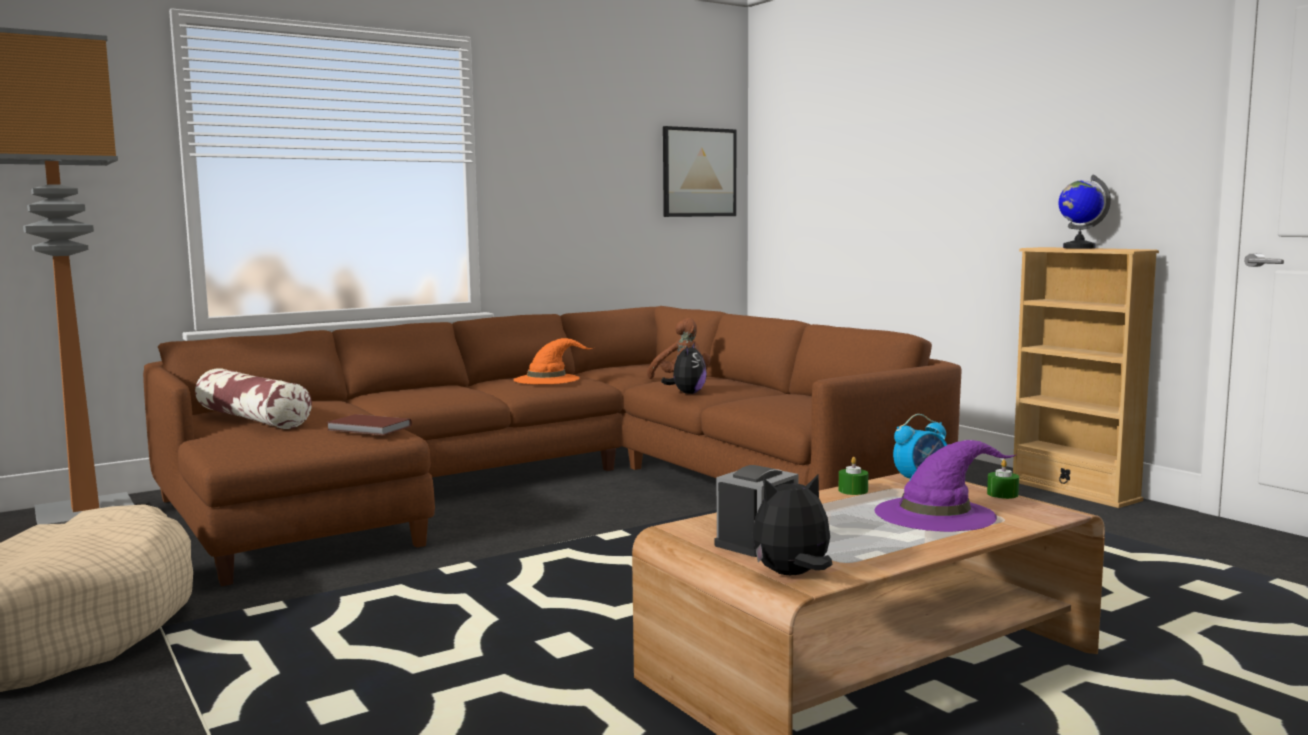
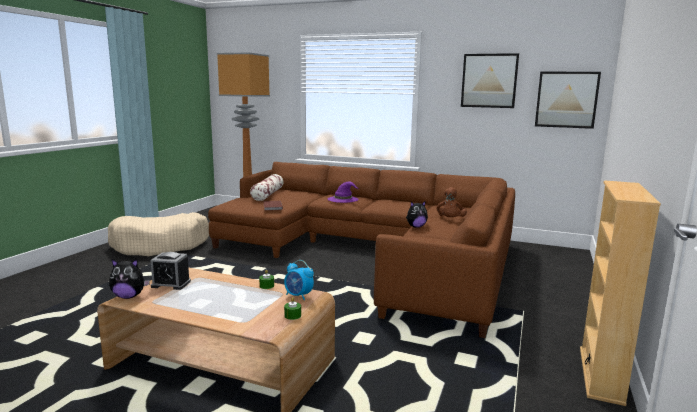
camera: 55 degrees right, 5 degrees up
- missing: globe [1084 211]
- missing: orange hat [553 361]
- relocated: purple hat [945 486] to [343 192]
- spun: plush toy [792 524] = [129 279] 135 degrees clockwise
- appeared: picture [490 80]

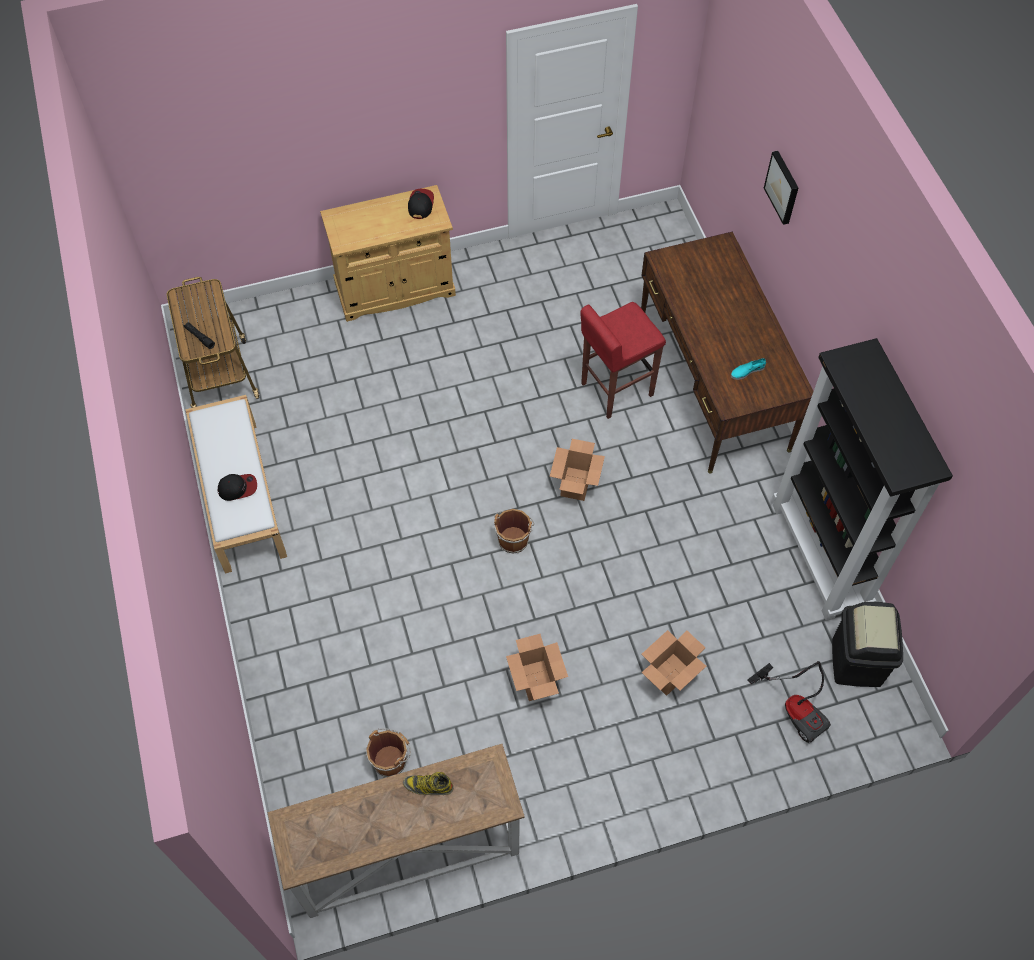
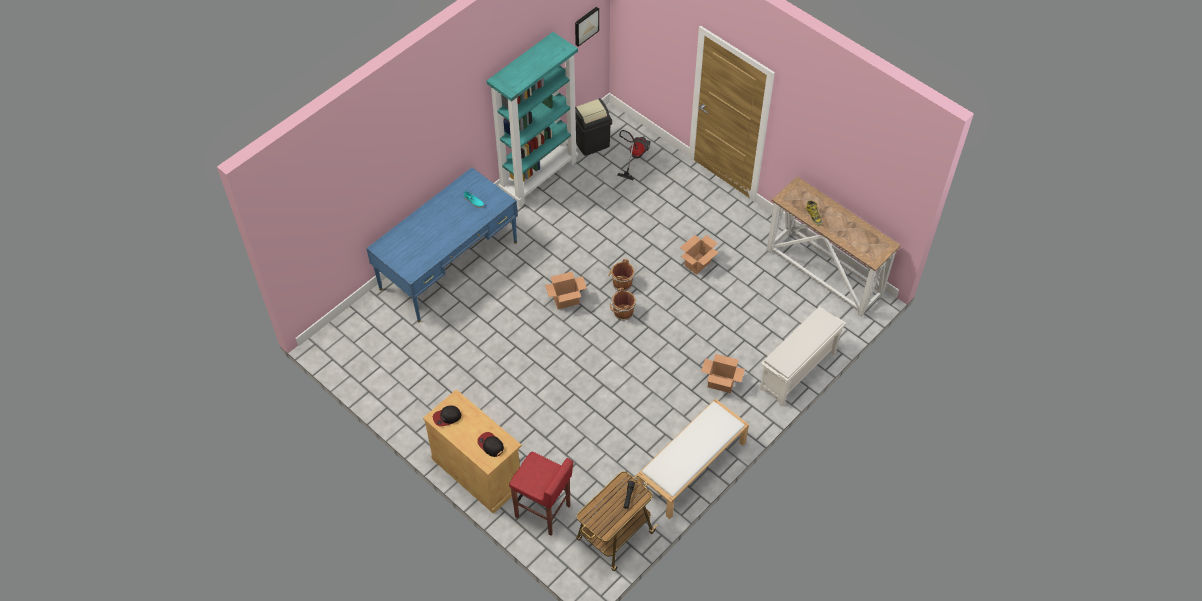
camera: 120 degrees left, 5 degrees down
- relocated: picture [781 188] to [587 27]
- colour: brown desk [727 353] to blue desk [442 245]
- relocated: red stool [623 360] to [541 494]
- colour: black bookcase [863 479] to turquoise bookcase [532 119]
- relocated: cap [237 487] to [490 444]
- relocated: cardboard box [674 663] to [723 373]
- relocated: brown bucket [388 753] to [621 275]
- appeared: white shoe rack [802 356]

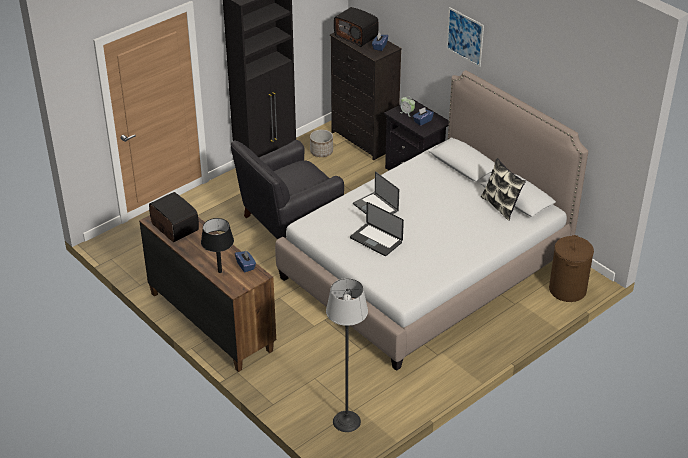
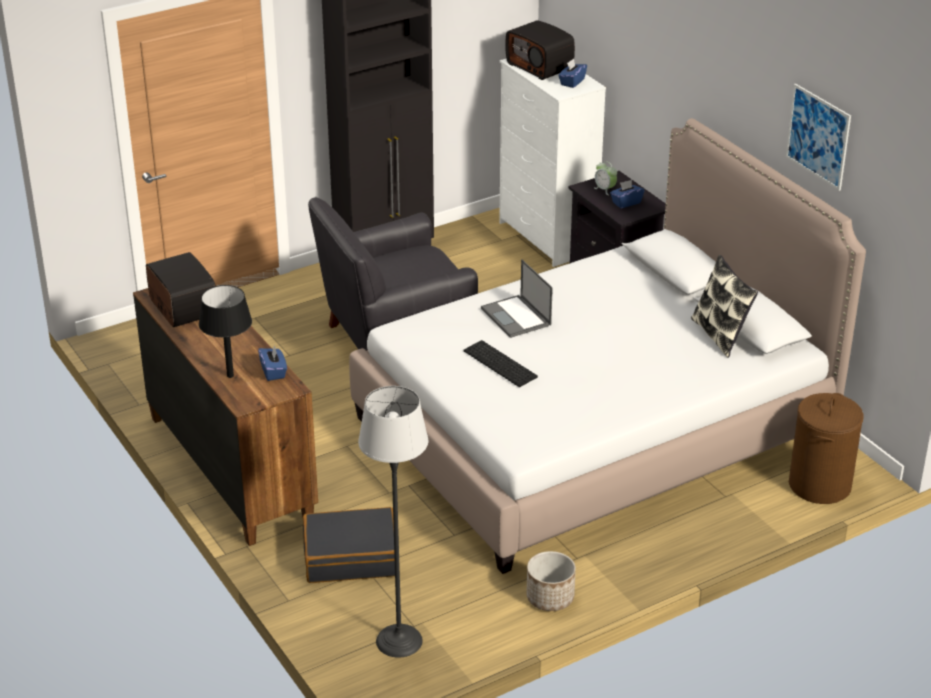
camera: 10 degrees right, 5 degrees down
- relocated: picture [465 37] to [818 137]
- colour: black dresser [366 97] to white dresser [552 163]
- relocated: planter [321 143] to [551 581]
- exchanged: laptop [377 229] to keyboard [501 363]
- appeared: black suitcase [349 545]

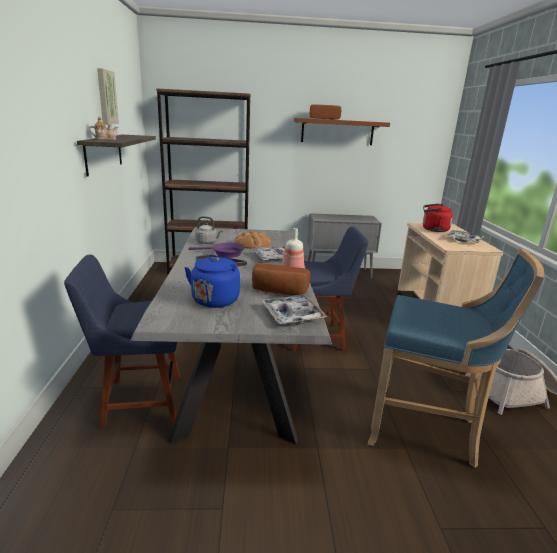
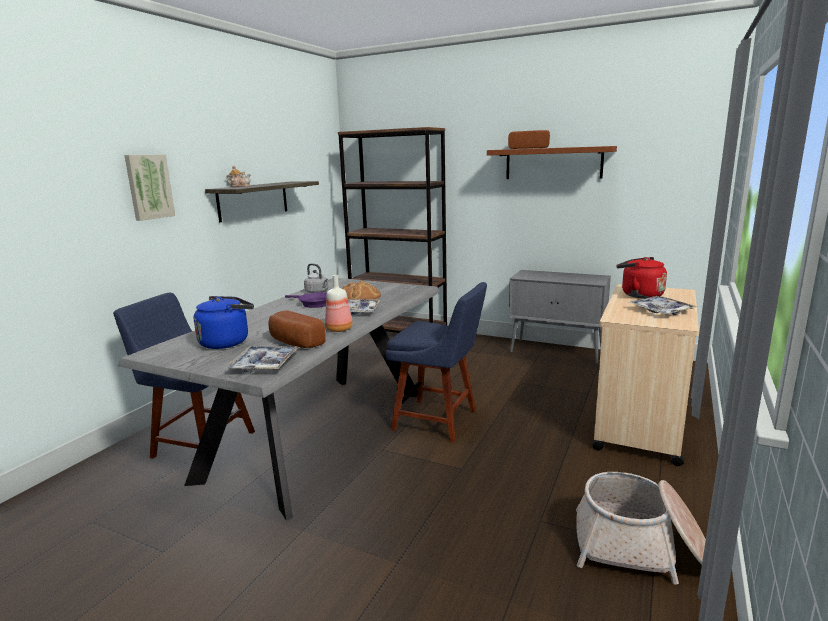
camera: 30 degrees right, 5 degrees down
- relocated: picture [108 96] to [149 187]
- missing: blue stool [456 358]

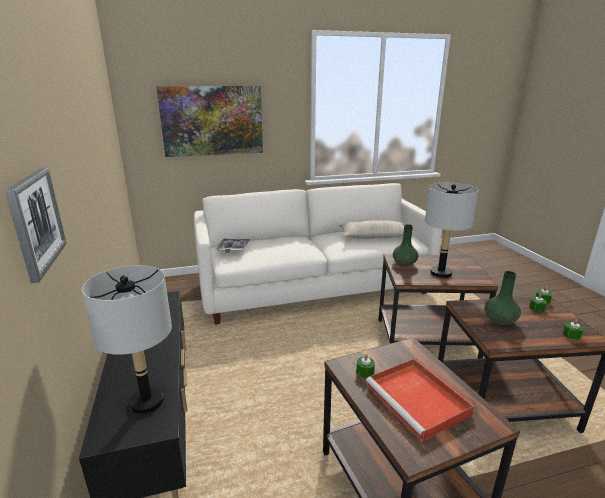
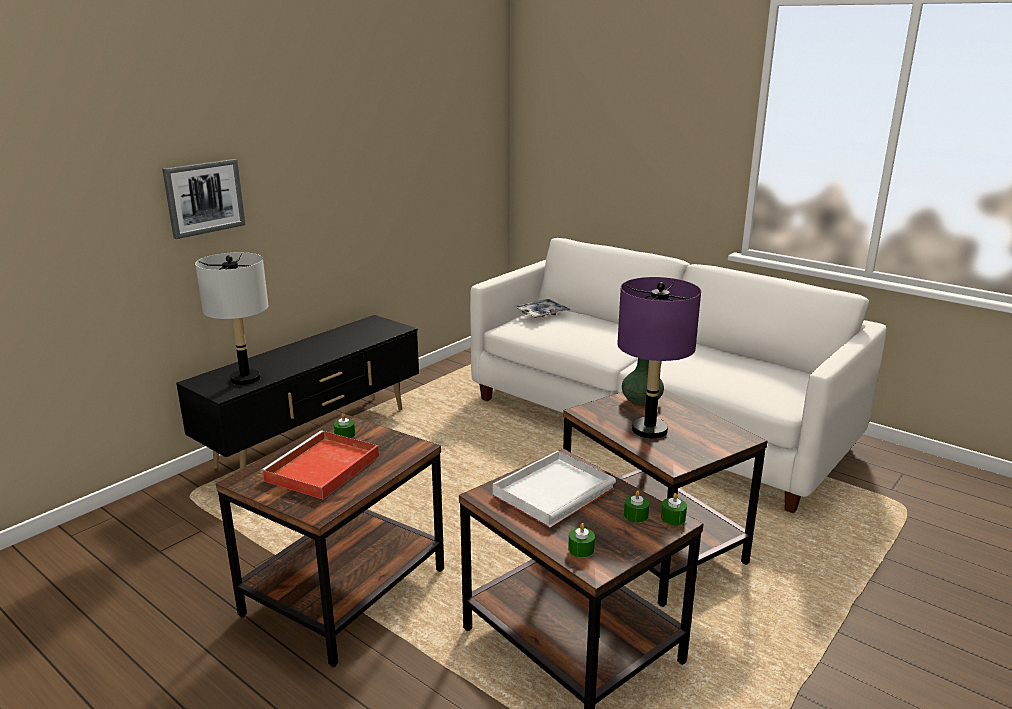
camera: 55 degrees right, 0 degrees up
- missing: picture [209 121]
- colour: grey table lamp [452 230] to purple table lamp [659 358]
- missing: beige pillow [371 229]
- exchanged: green vase [503 298] to white tray [554 489]

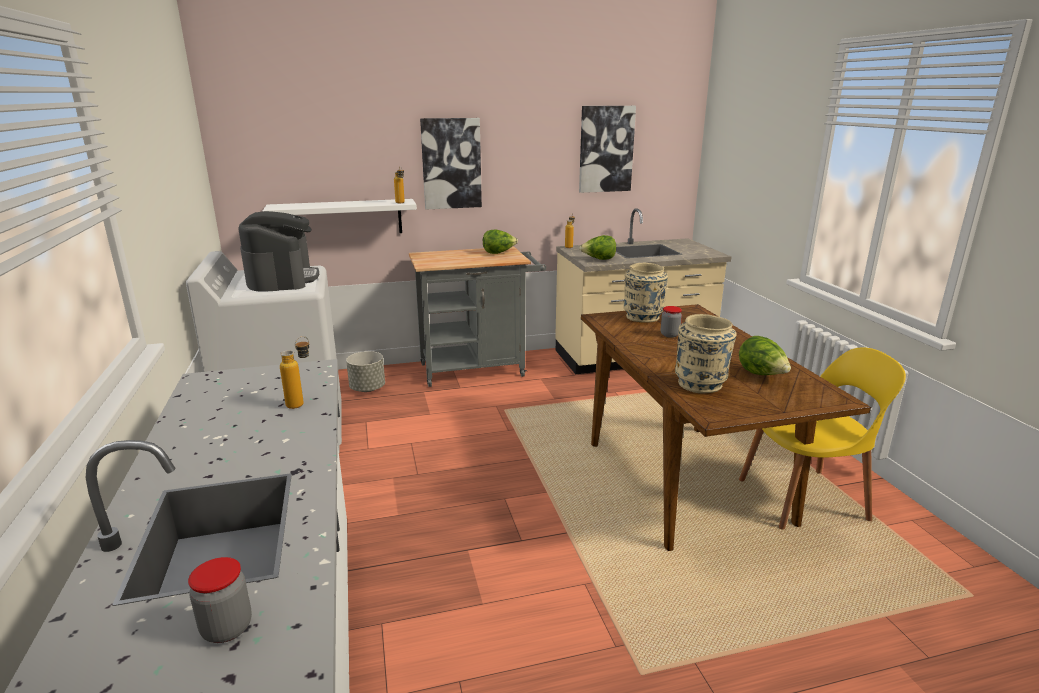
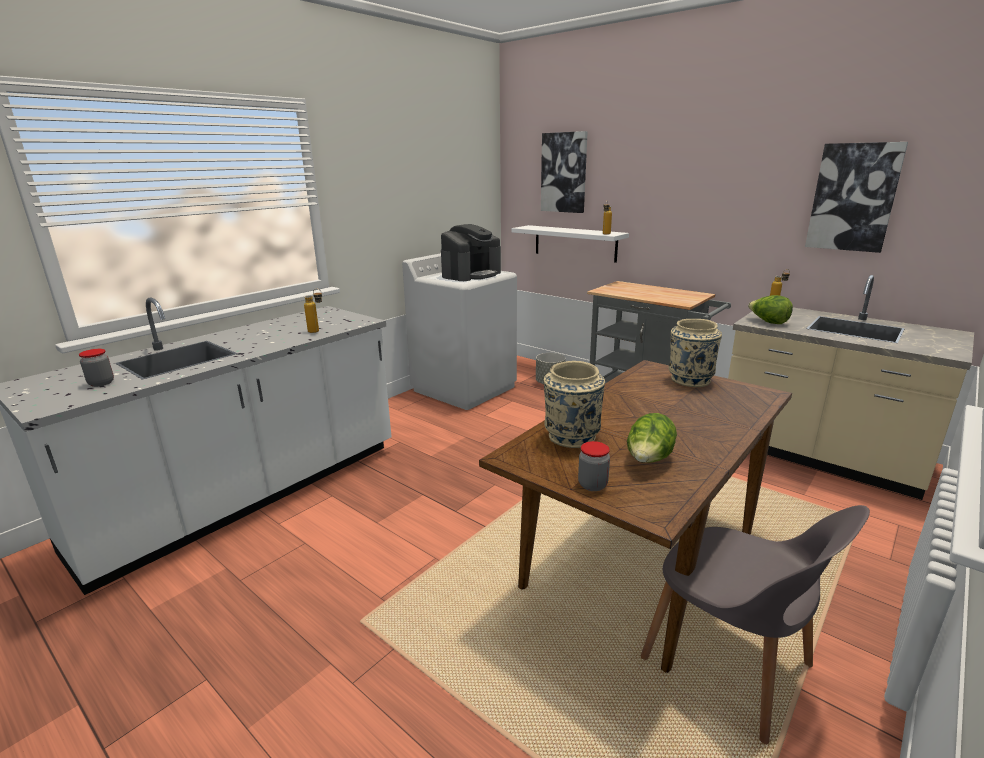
camera: 55 degrees right, 0 degrees up
- relocated: picture [451 163] to [564 172]
- missing: lettuce [500 241]
- relocated: jar [671 322] to [594 466]
- colour: yellow chair [822 438] to grey chair [755 624]

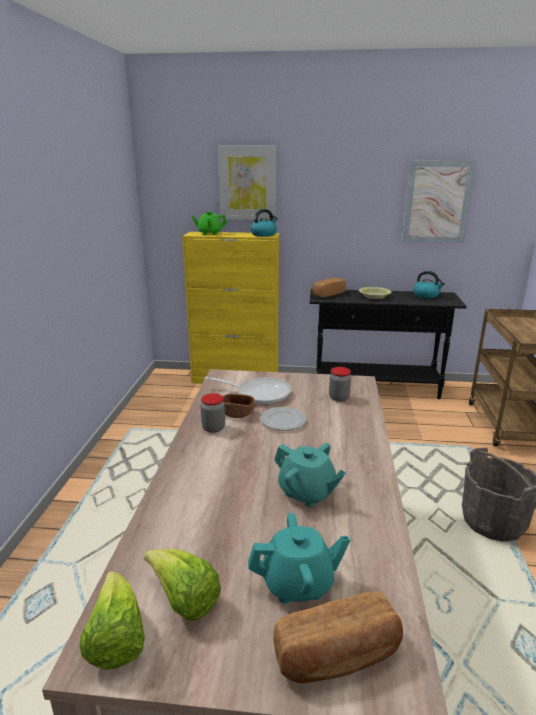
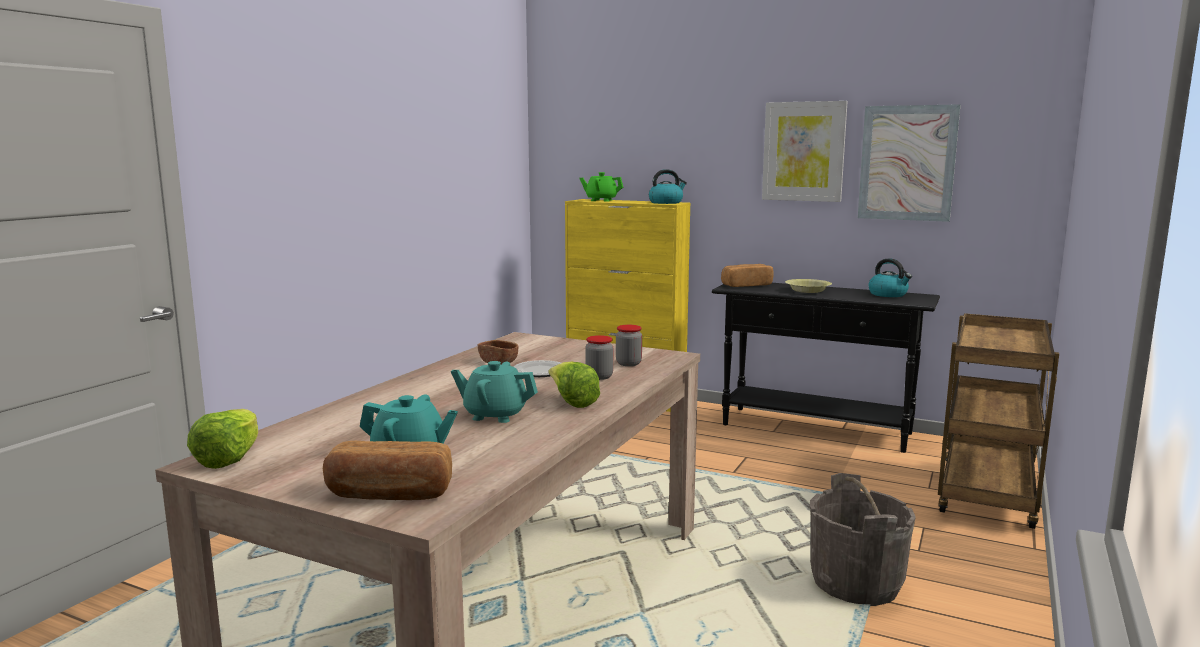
camera: 20 degrees right, 10 degrees down
- relocated: picture [247 183] to [805 151]
- missing: frying pan [247 390]
- relocated: jar [213 413] to [599 357]
- spun: turquoise teapot [310 475] = [494 392] 135 degrees clockwise
- relocated: lettuce [182 585] to [574 385]

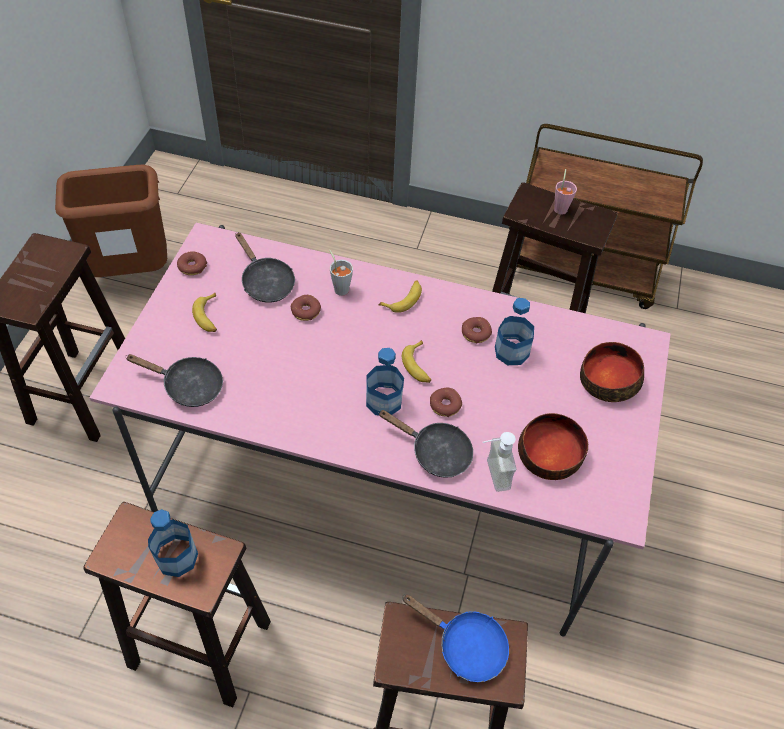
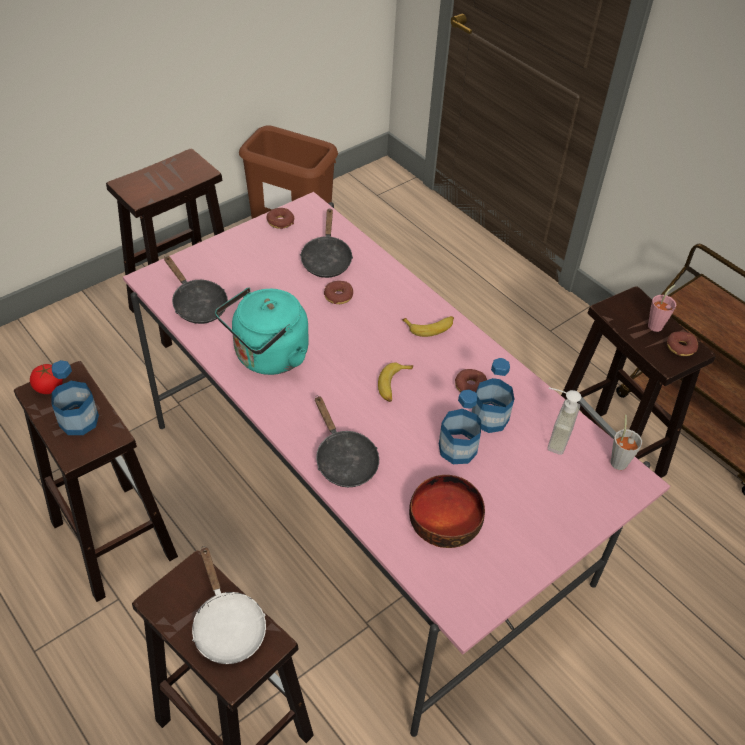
camera: 35 degrees right, 5 degrees down
- relocated: grey cup [341 273] to [626 442]
- missing: banana [204 312]
- missing: bowl [612 372]
- relocated: bottle [385 381] to [460 426]
- relocated: donut [446 402] to [682 343]
- relocated: soap dispenser [499 462] to [564 421]
- colour: blue frying pan [455 638] to white frying pan [229 605]
- appeared: turquoise kettle [262 331]
- appeared: tomato [46 379]

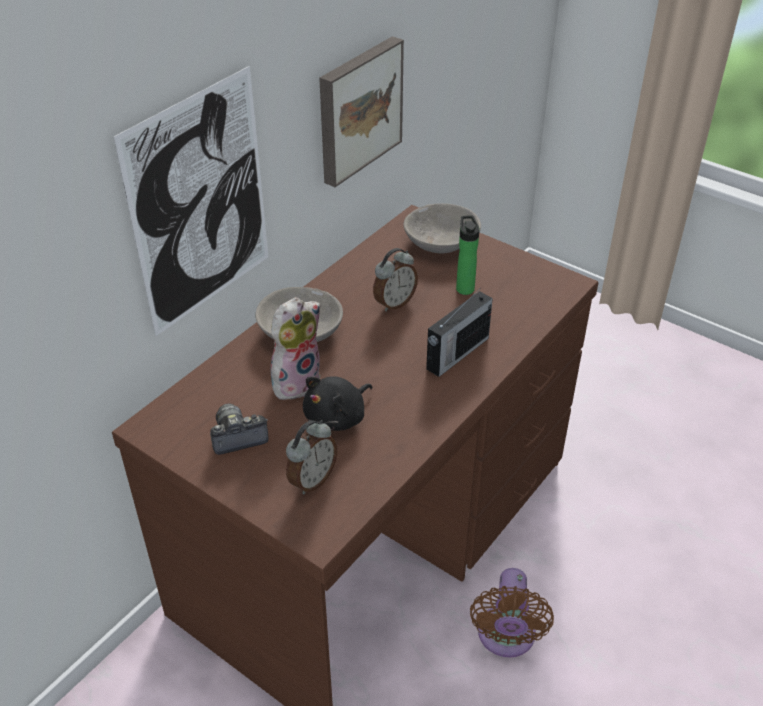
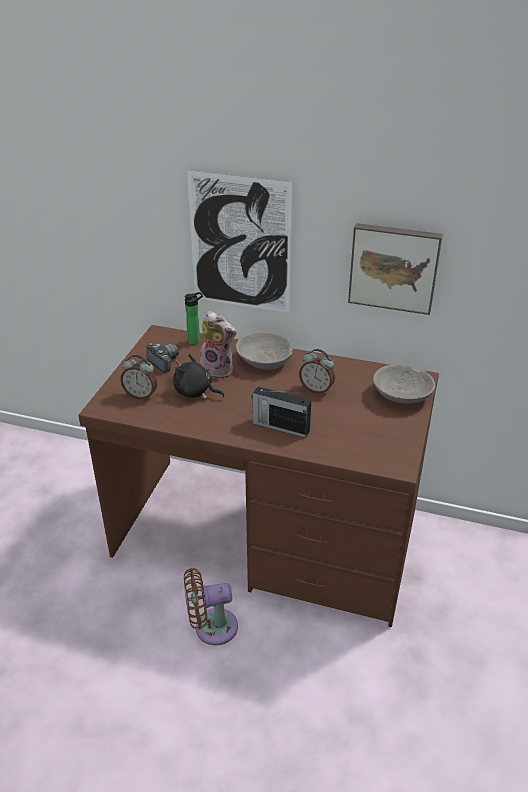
camera: 70 degrees right, 5 degrees down
- relocated: bottle [468 255] to [193 318]

